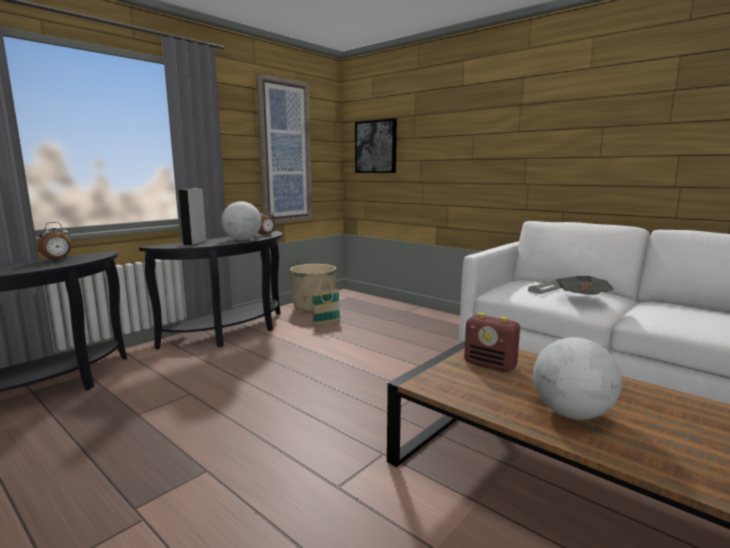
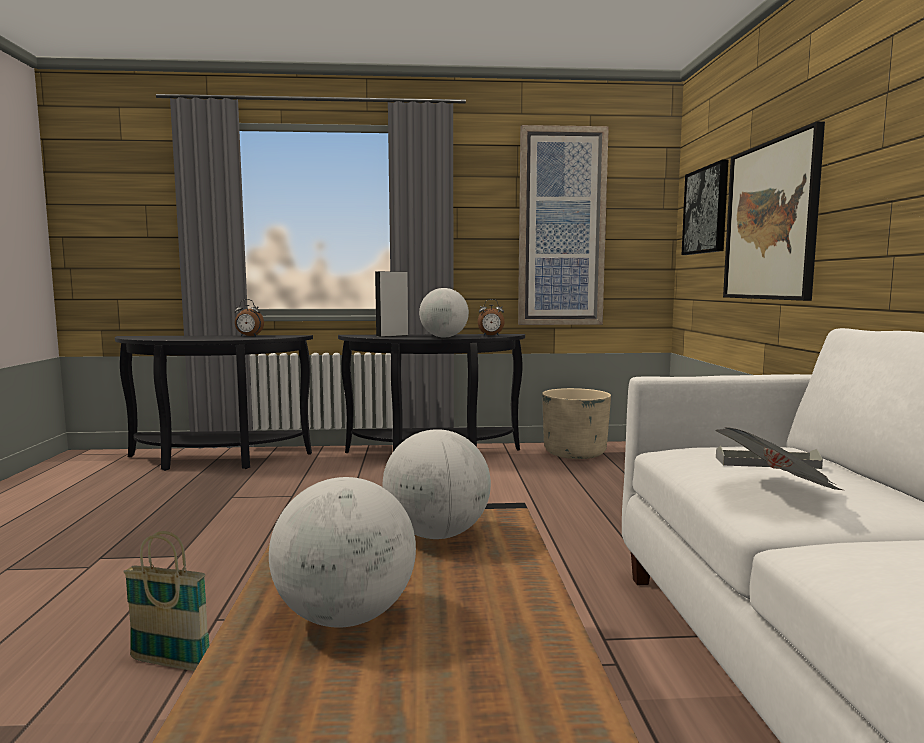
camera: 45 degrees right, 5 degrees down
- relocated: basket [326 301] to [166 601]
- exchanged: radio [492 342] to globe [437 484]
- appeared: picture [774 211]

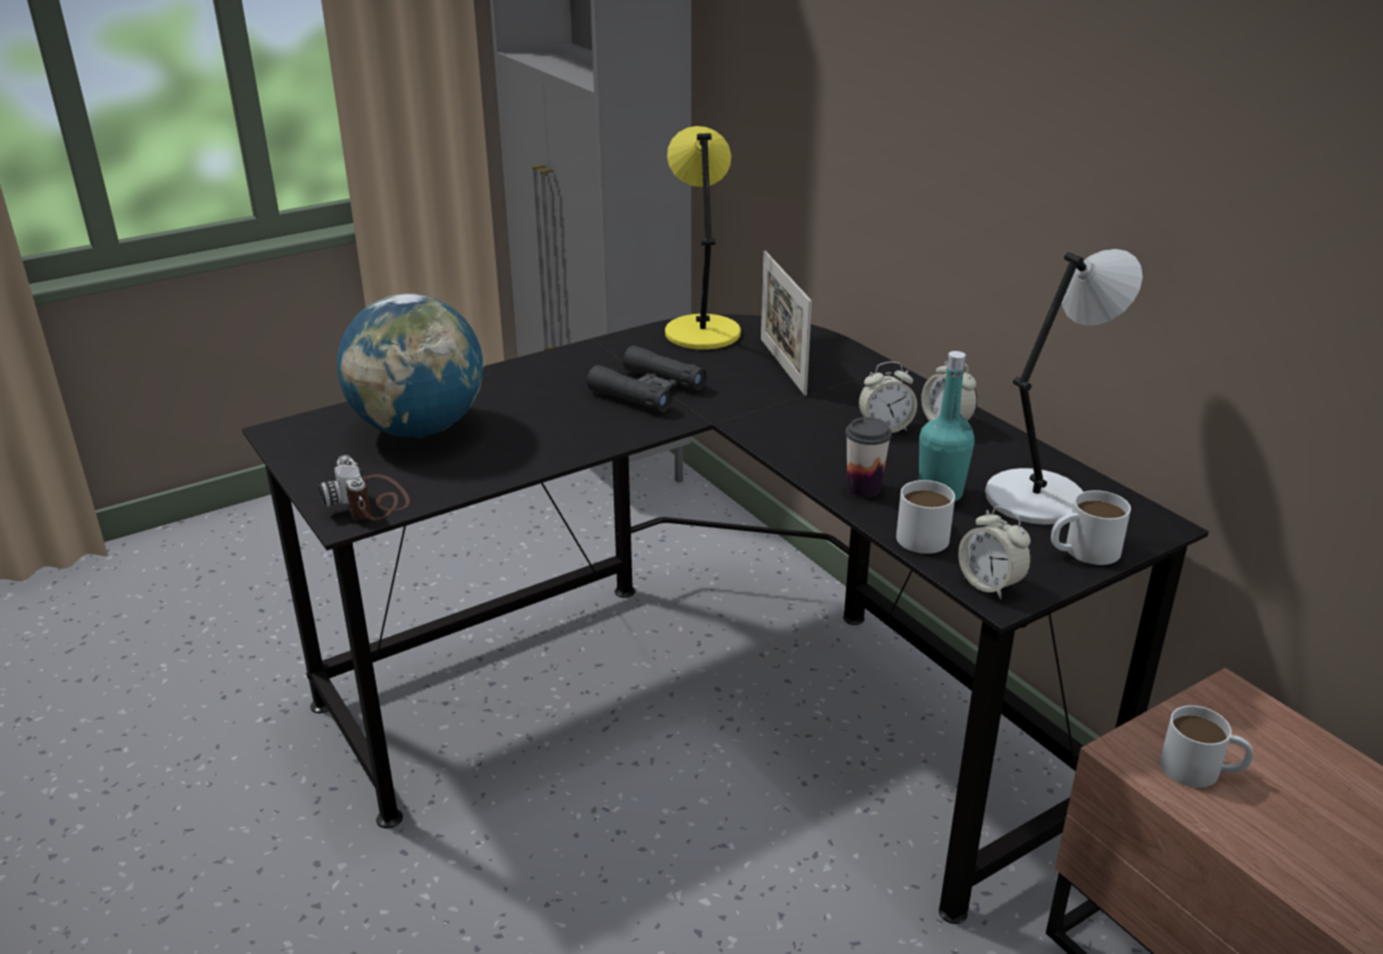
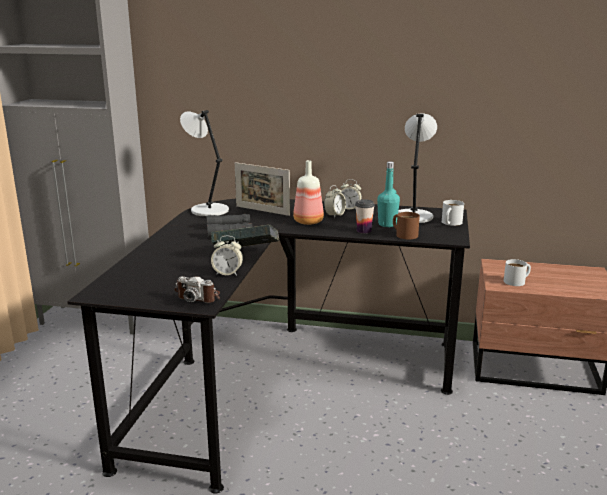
camera: 45 degrees left, 10 degrees down
- colour: yellow table lamp [703 238] to grey table lamp [204 163]
- missing: globe [410 365]
- colour: white mug [925 517] to brown mug [406 225]
- relocated: alarm clock [994 552] to [227 256]
- appeared: bottle [308 192]
- appeared: book [245 236]

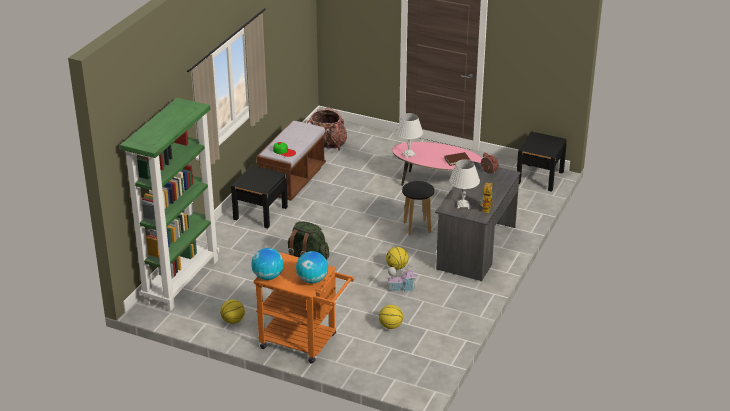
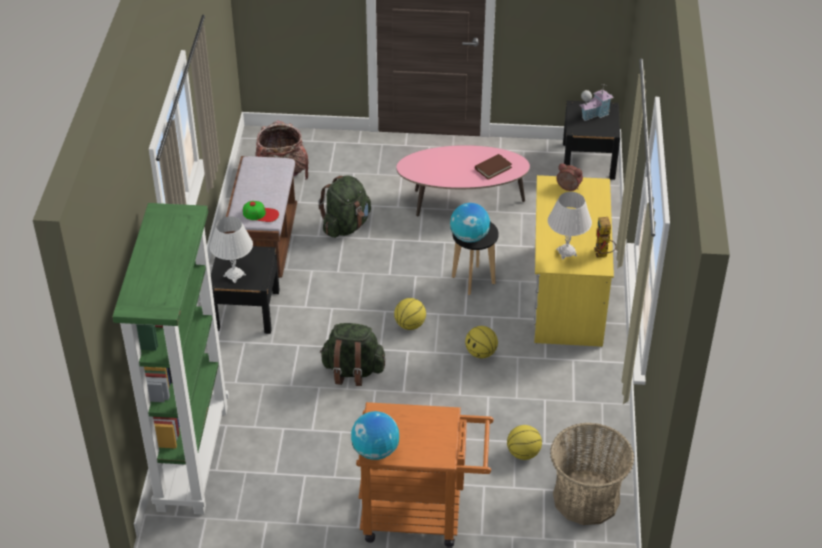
camera: 20 degrees left, 10 degrees up
- relocated: white table lamp [409 136] to [231 249]
- colour: grey desk [478 221] to yellow desk [574 261]
- relocated: globe [312 267] to [470 223]
- relocated: toy house [402 278] to [597 102]
- relocated: basketball [232 312] to [410 314]
- appeared: green backpack [344 206]
- appeared: basket [592 474]

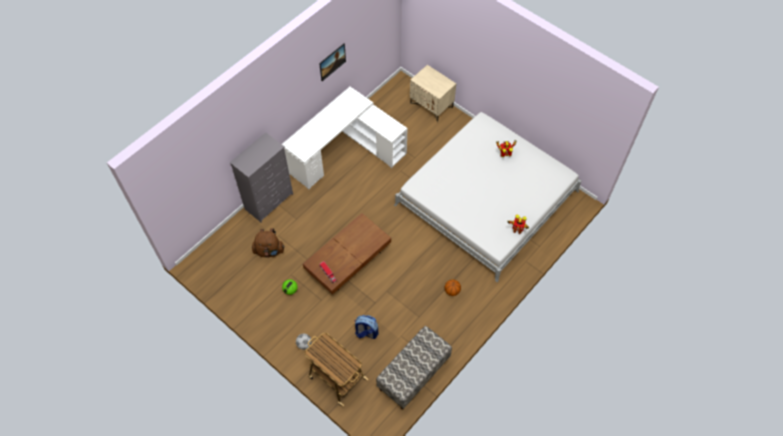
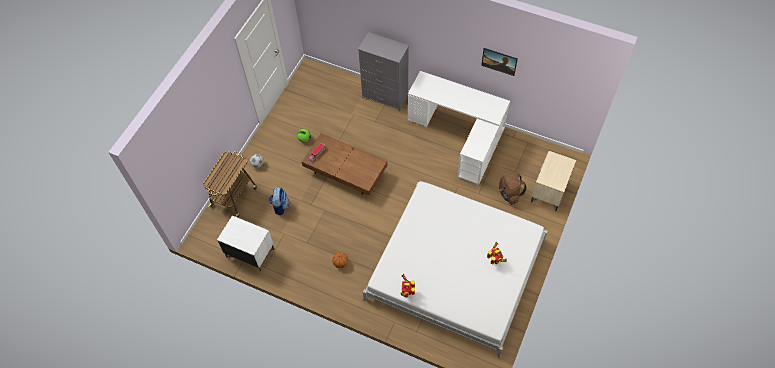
camera: 75 degrees right, 0 degrees up
- relocated: brown backpack [268 243] to [513 189]
- exchanged: bench [414 367] to white nightstand [245 244]

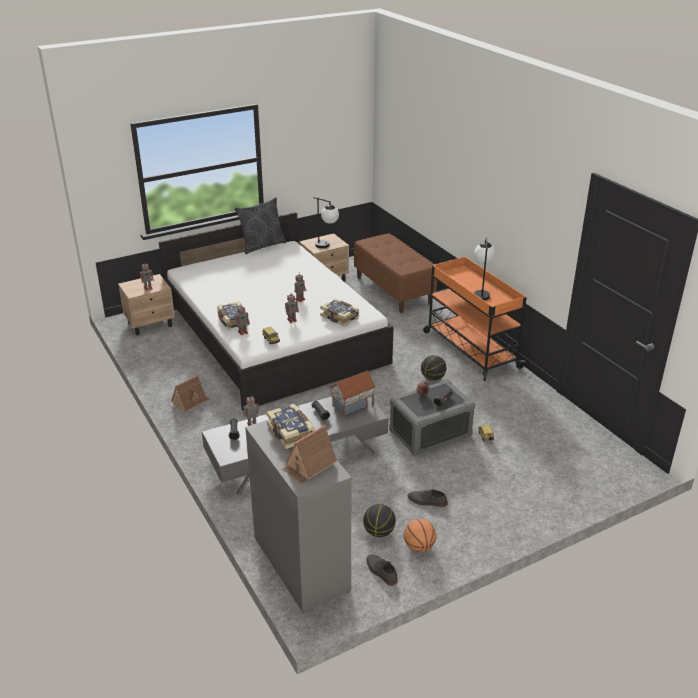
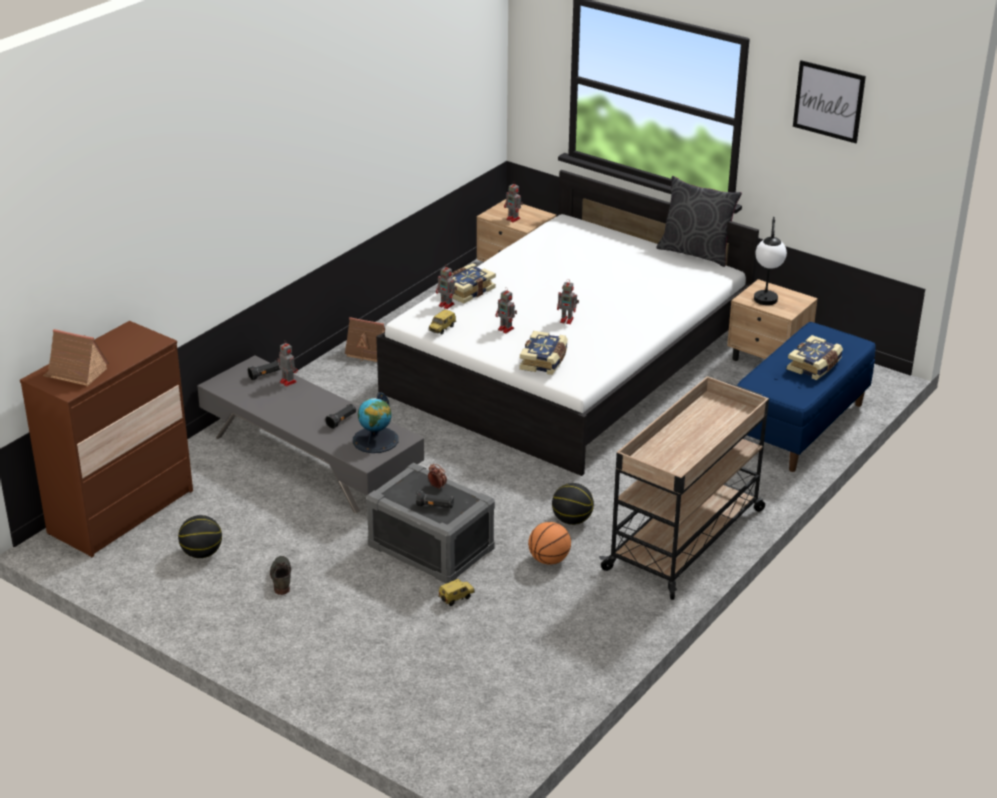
camera: 65 degrees right, 0 degrees up
- colour: brown bench [395 273] to blue bench [806 397]
- missing: table lamp [485 269]
- colour: orange cart [475 319] to beige cart [684 488]
- exchanged: toy house [353 393] to globe [376 422]
- relocated: book [290 426] to [815 357]
- colour: grey dresser [298 515] to brown dresser [106 439]
- relocated: basketball [420 535] to [549 543]
- missing: grey shoe [382 570]
- appeared: picture [829 101]

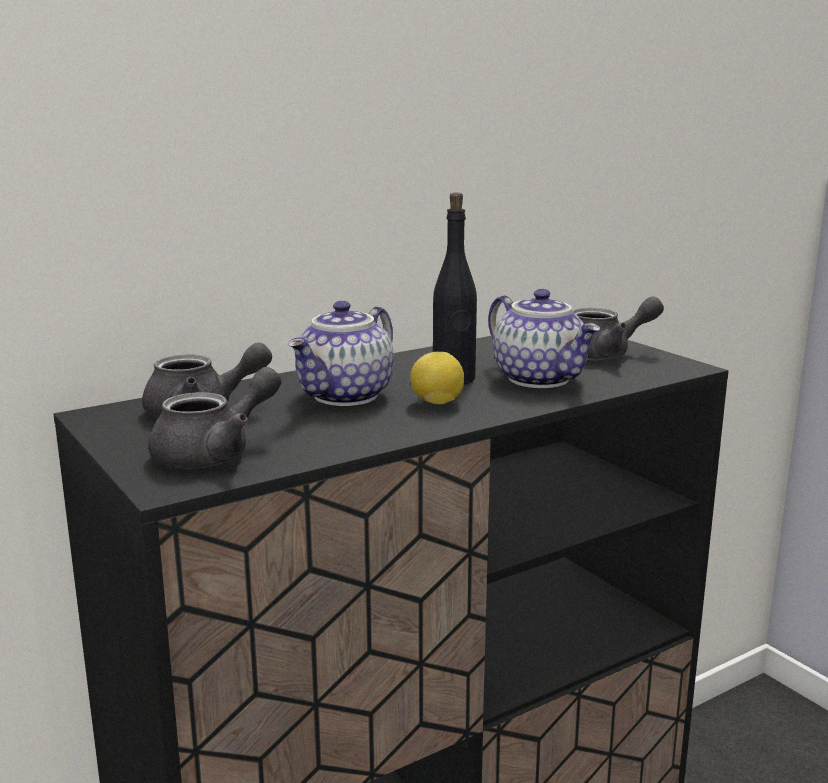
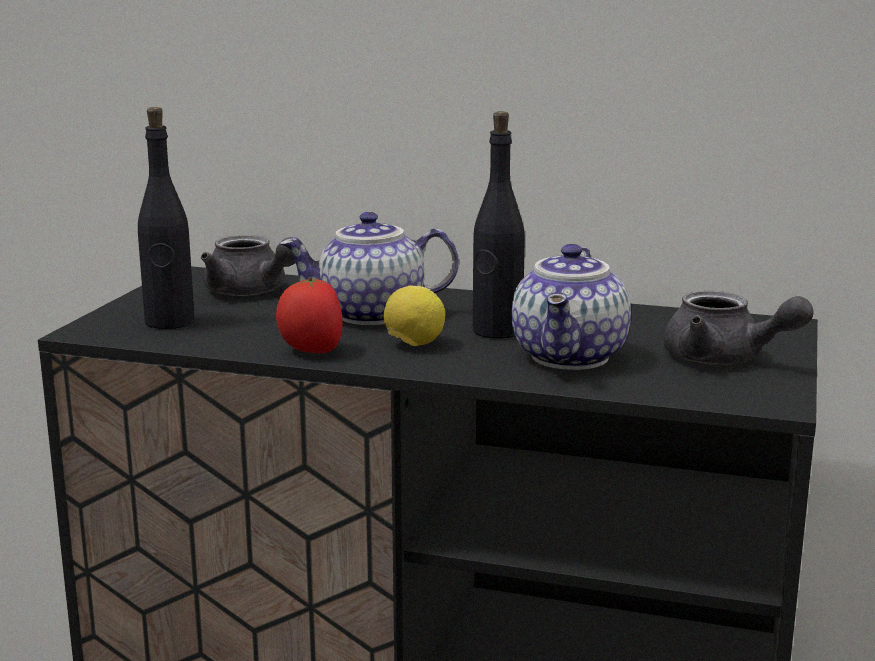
camera: 50 degrees right, 0 degrees up
- exchanged: grey teapot [215 417] to black bottle [166 218]
- appeared: tomato [309 315]

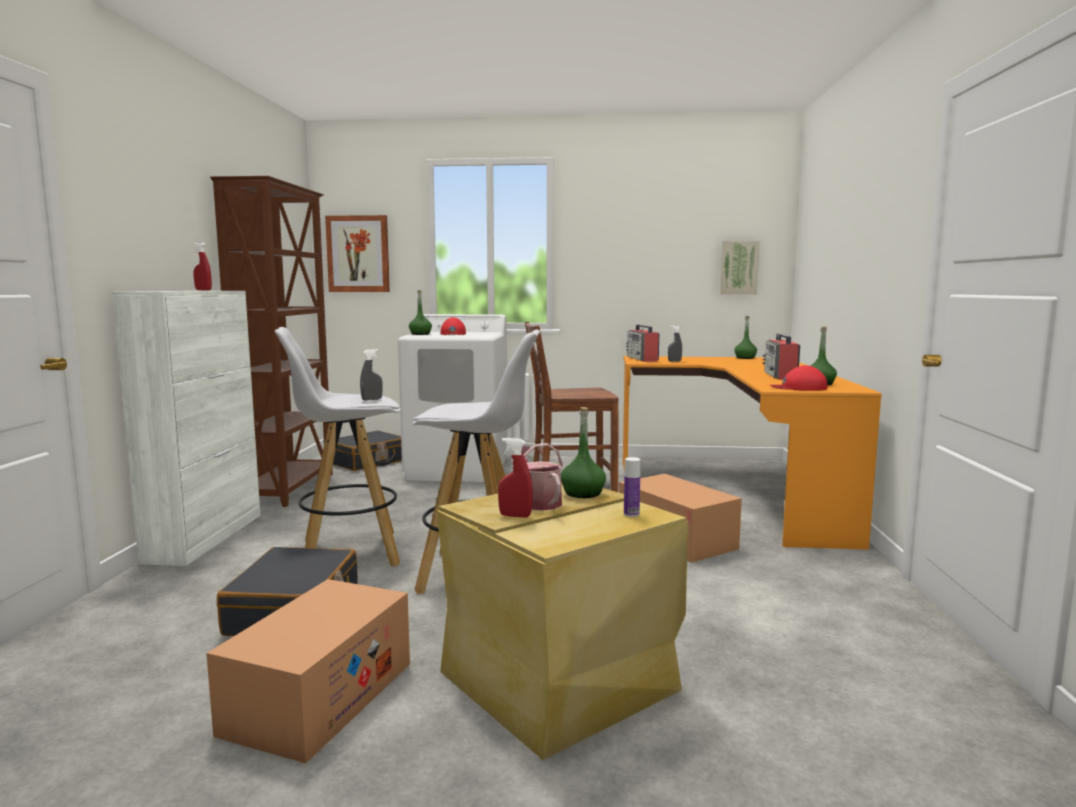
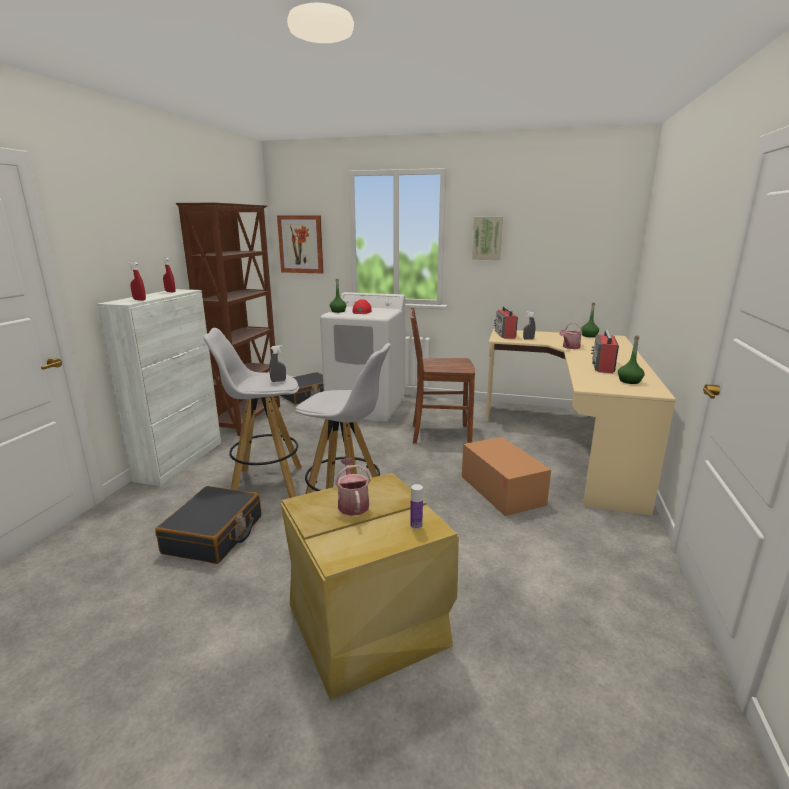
camera: 10 degrees right, 10 degrees up
- relocated: picture [740 268] to [487 238]
- colour: orange desk [752 453] to beige desk [581 422]
- missing: red cap [799 378]
- missing: green bottle [583 452]
- relocated: red spray bottle [515 478] to [137 281]
- missing: cardboard box [308 671]
- appeared: watering can [570 336]

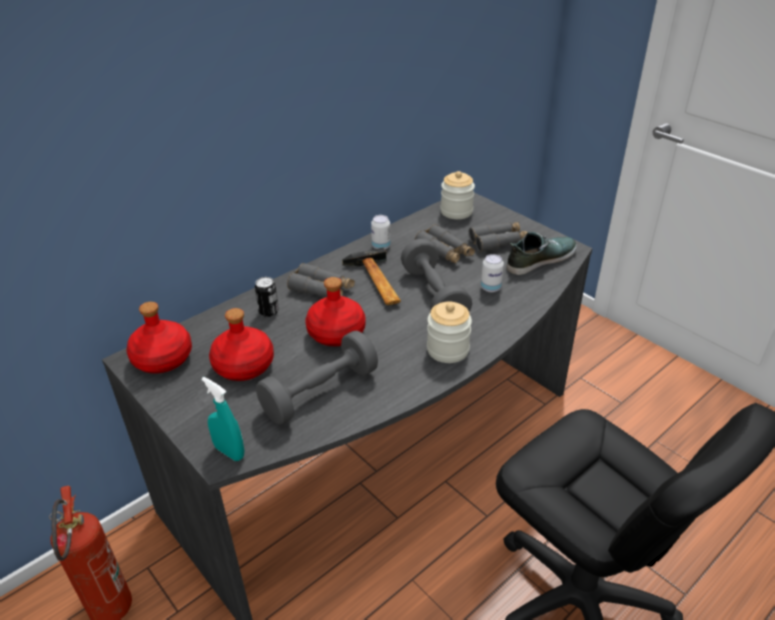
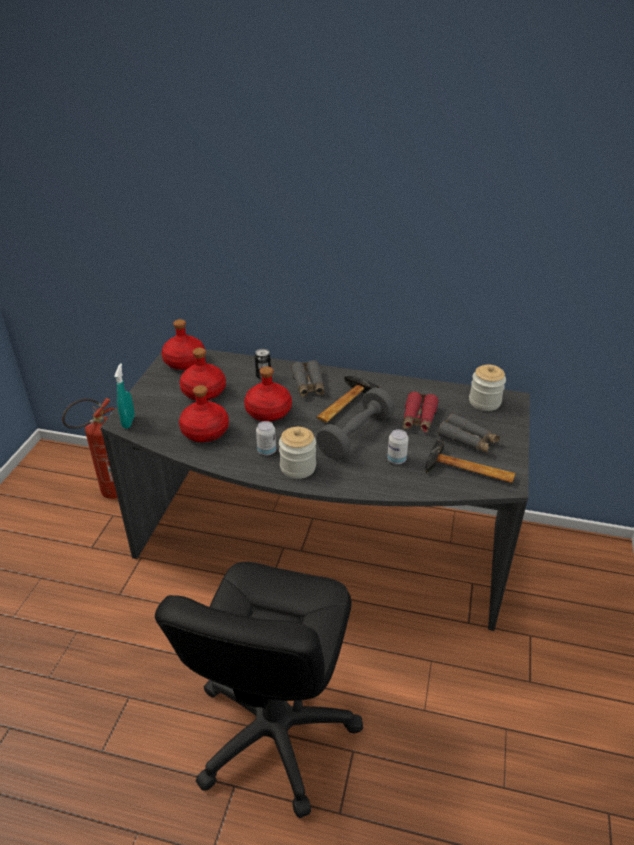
camera: 55 degrees right, 0 degrees up
- relocated: can [381 232] to [266 438]
- colour: grey binoculars [445 244] to red binoculars [421 412]
- exchanged: shoe [541 253] to hammer [470 461]
- exchanged: grey dumbbell [317 378] to red bottle [204 413]

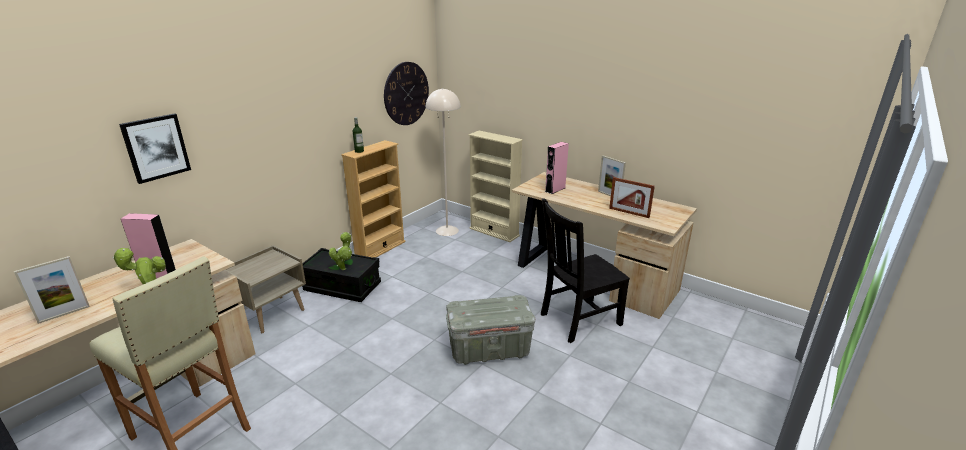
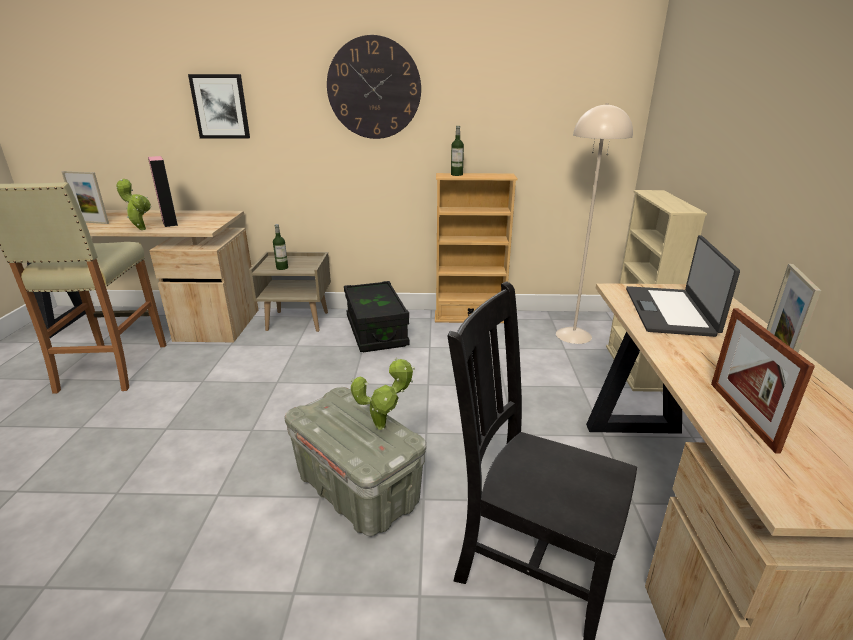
camera: 55 degrees right, 0 degrees up
- relocated: wall clock [406 93] to [374 87]
- exchanged: pink speaker [557 168] to laptop [683 286]
- relocated: potted plant [340 251] to [383 394]
- appeared: bottle [280 247]

